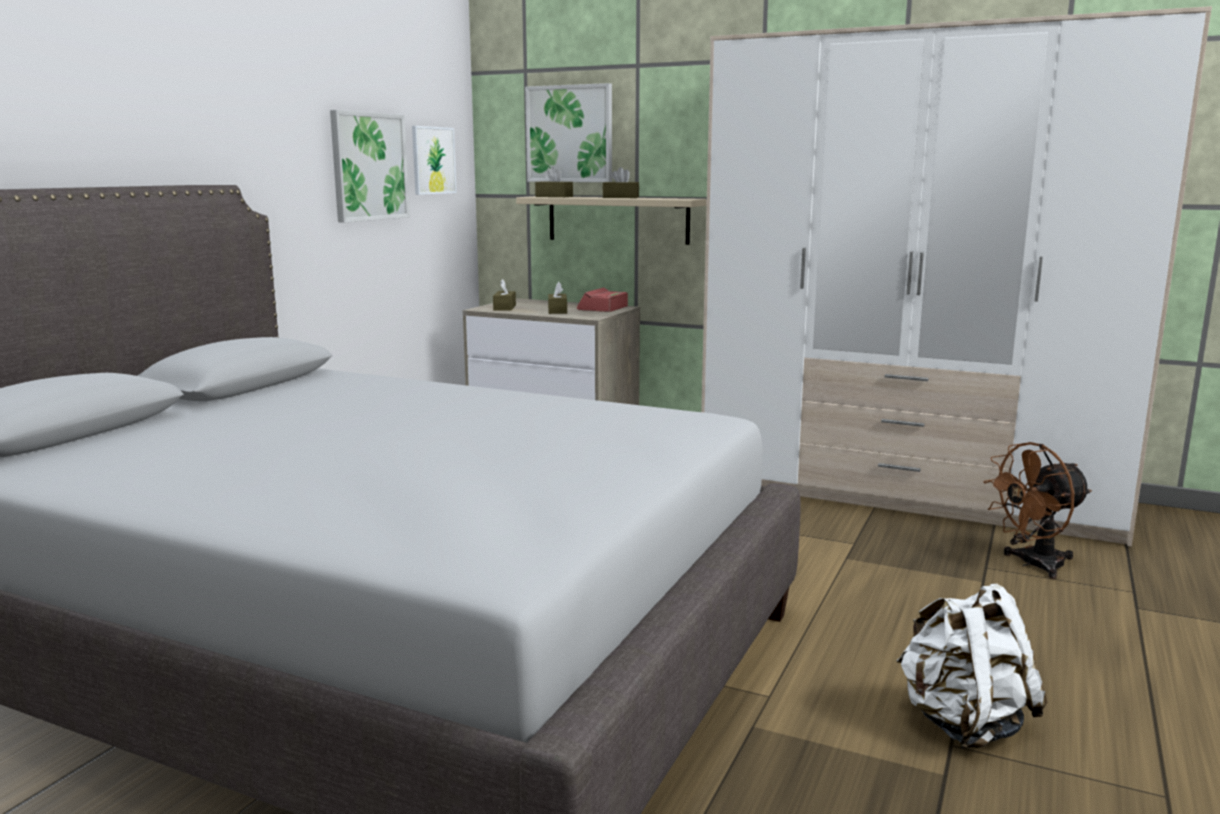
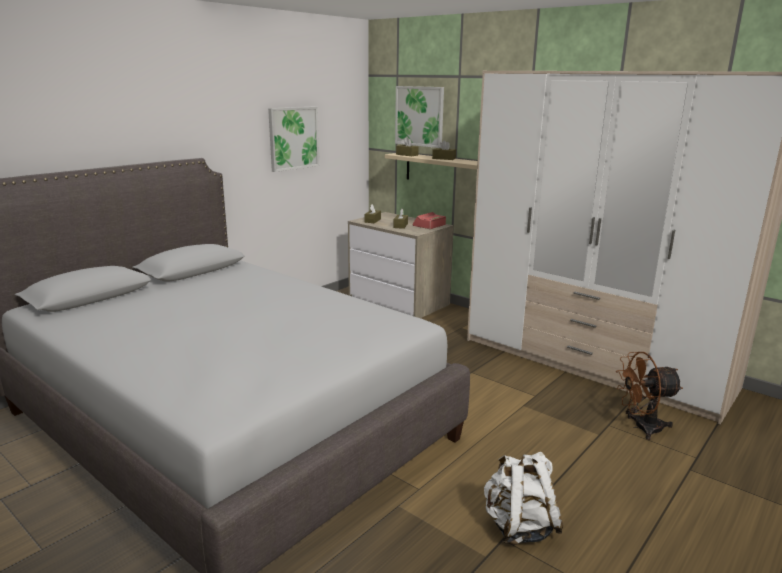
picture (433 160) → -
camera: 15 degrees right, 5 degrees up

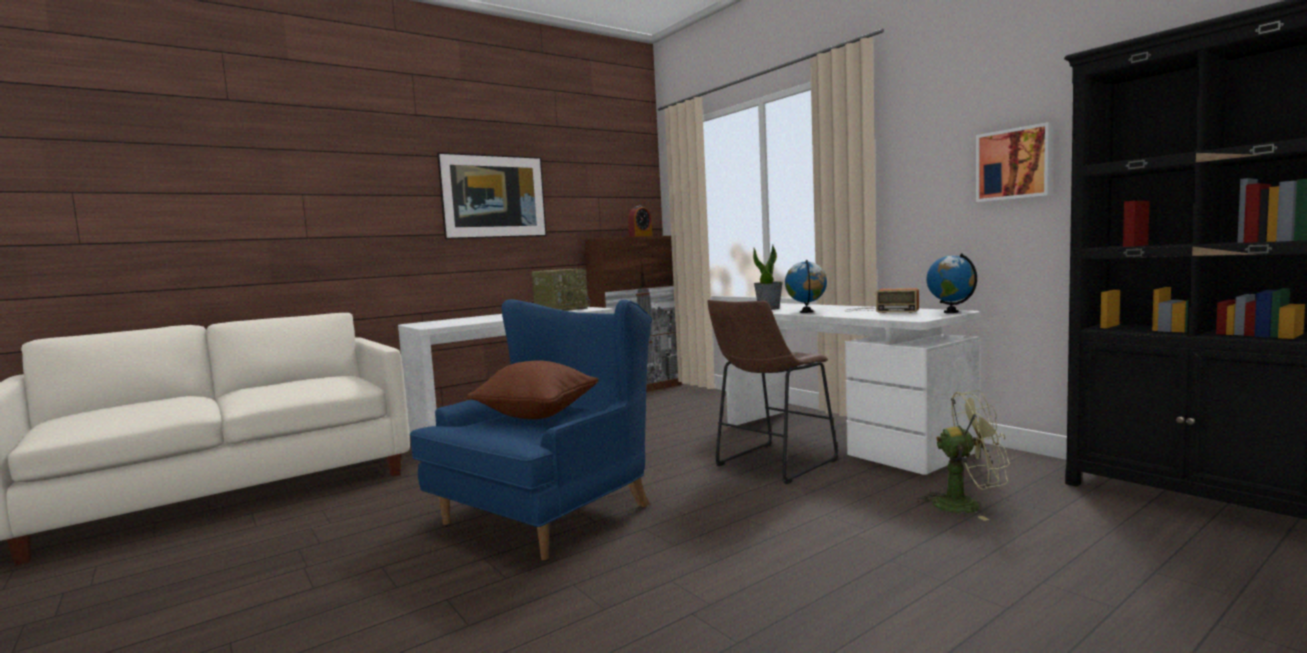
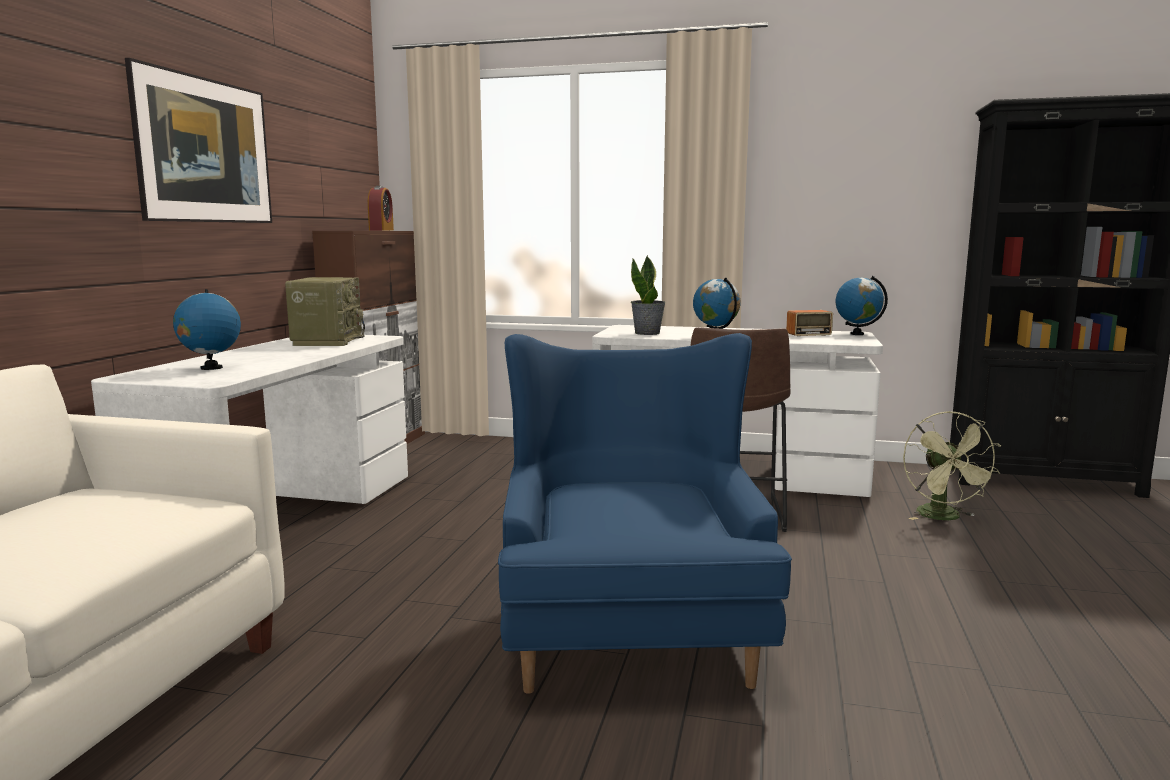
brown_pillow (537 415) → -
picture (1014 164) → -
- → globe (211 368)
green_fan (966 505) → green_fan (944 517), 120 degrees clockwise
camera: 40 degrees left, 5 degrees up

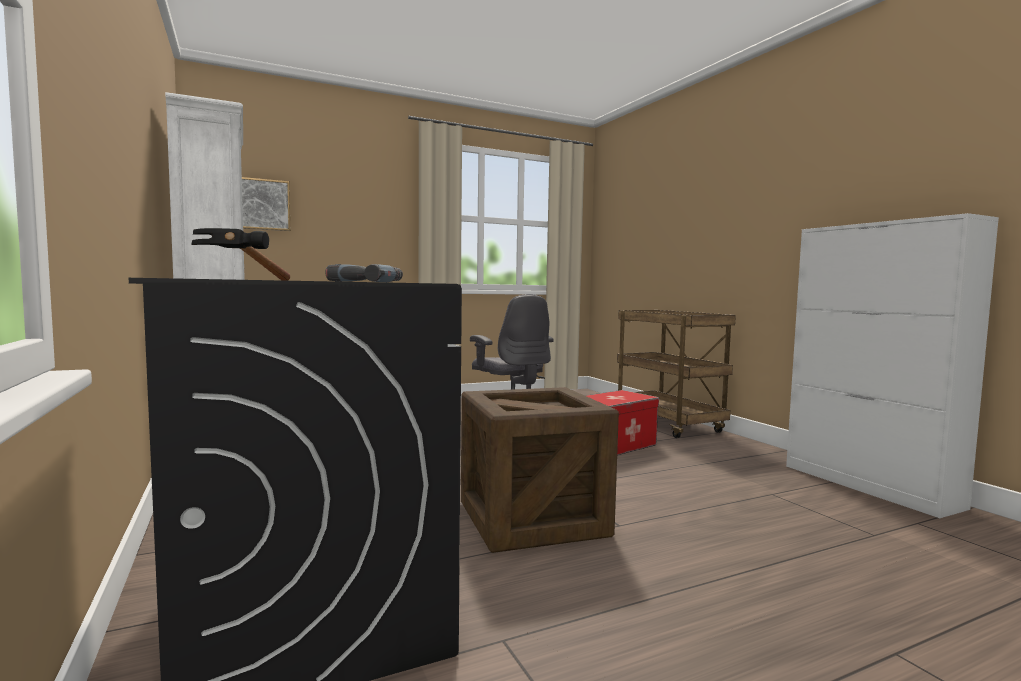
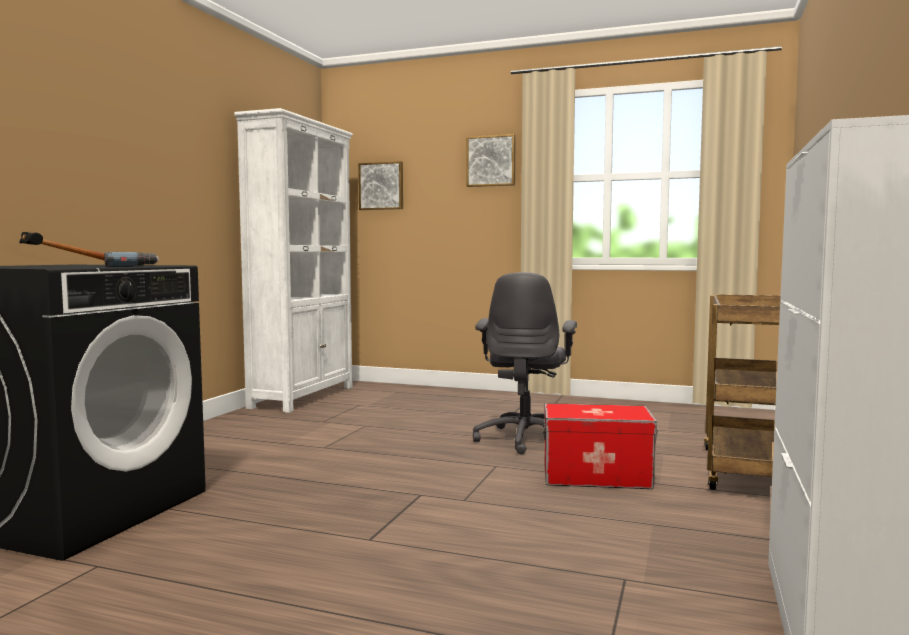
crate (532 519) → -
- → picture (491 161)
camera: 45 degrees right, 0 degrees up

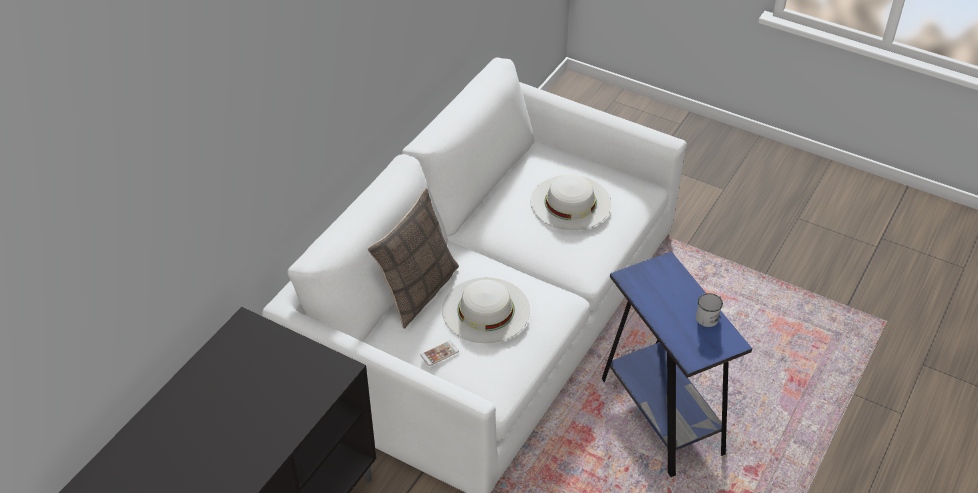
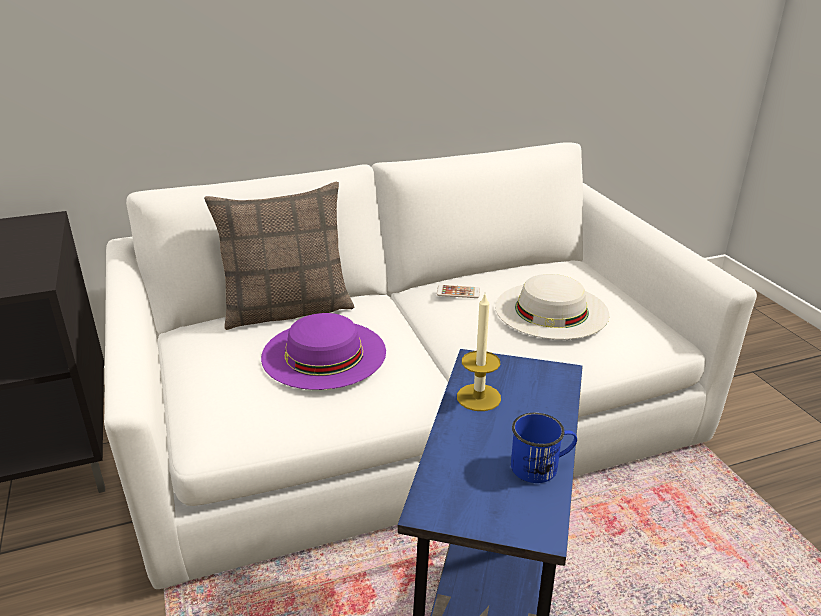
- → candle (478 397)
phone (439 353) → phone (458 292), moved
white_hat (486 310) → purple_hat (324 353)
white_mug (709 316) → blue_mug (541 466)
camera: 40 degrees right, 15 degrees down

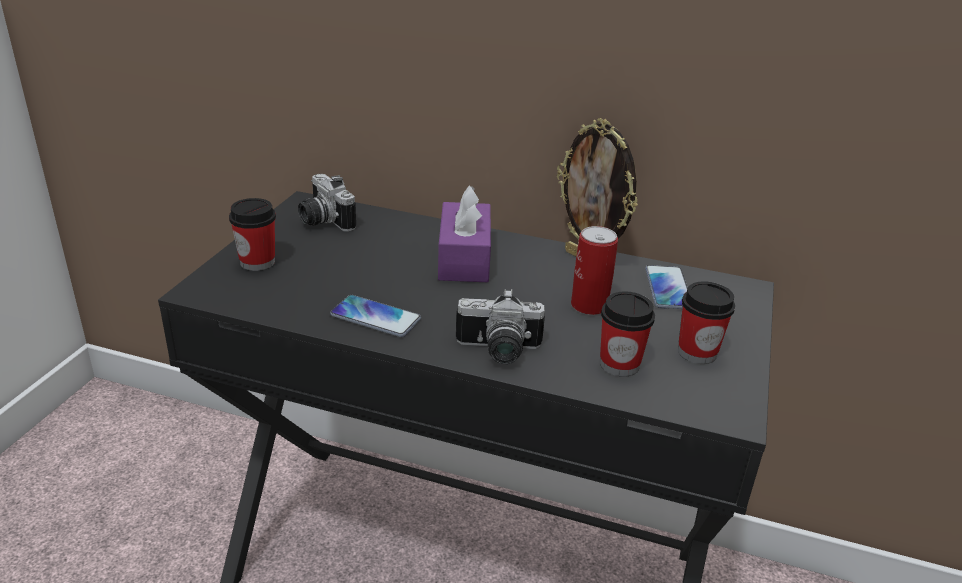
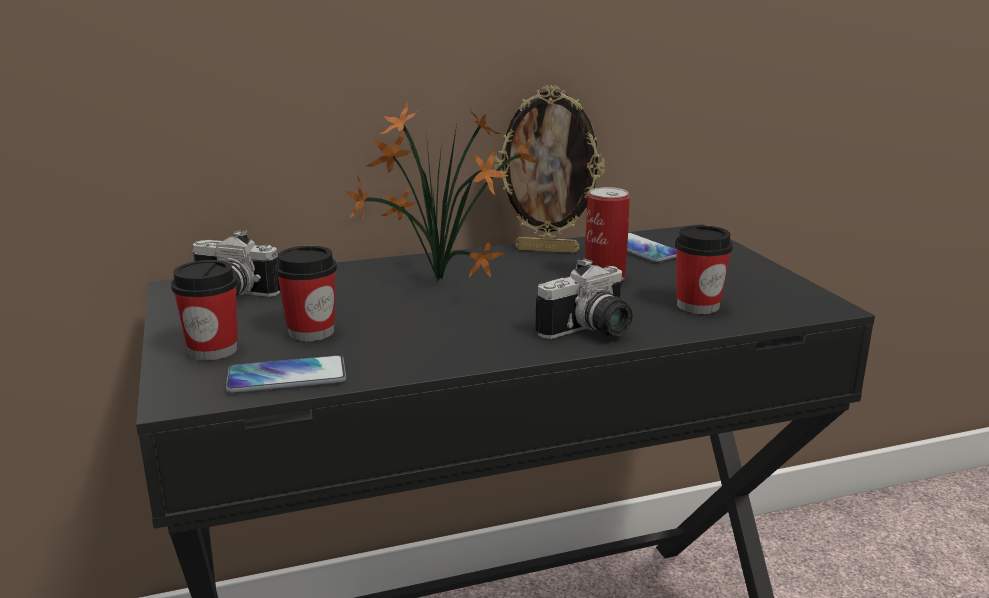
phone (375 317) → phone (287 377), moved
cup (697 352) → cup (311 332), moved
purple_tissue_box (464 258) → potted_plant (436 280)
camera: 35 degrees left, 10 degrees down

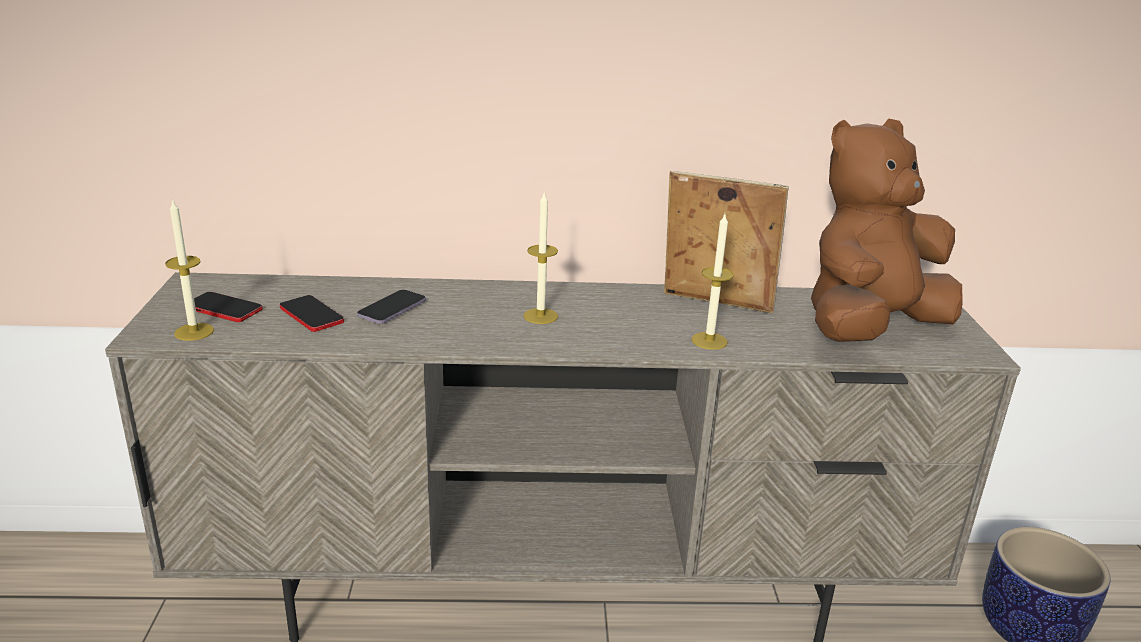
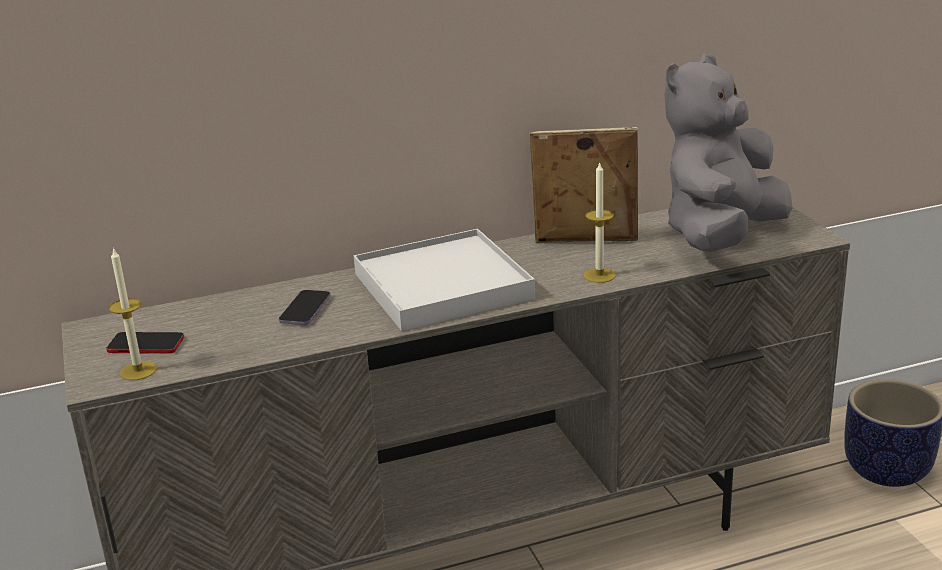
phone (311 315) → -
candle (540 316) → white_tray (443 286)
brown_plush_toy (869 329) → grey_plush_toy (721 237)
camera: 15 degrees left, 0 degrees up

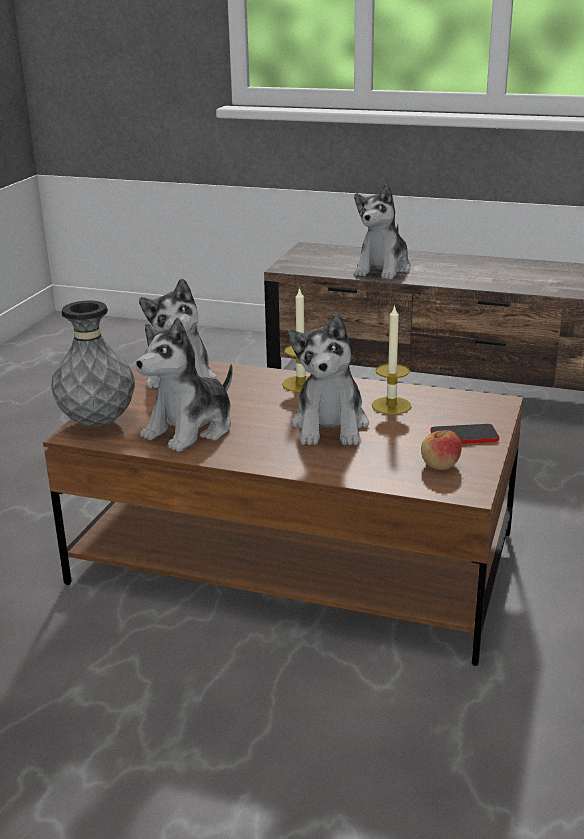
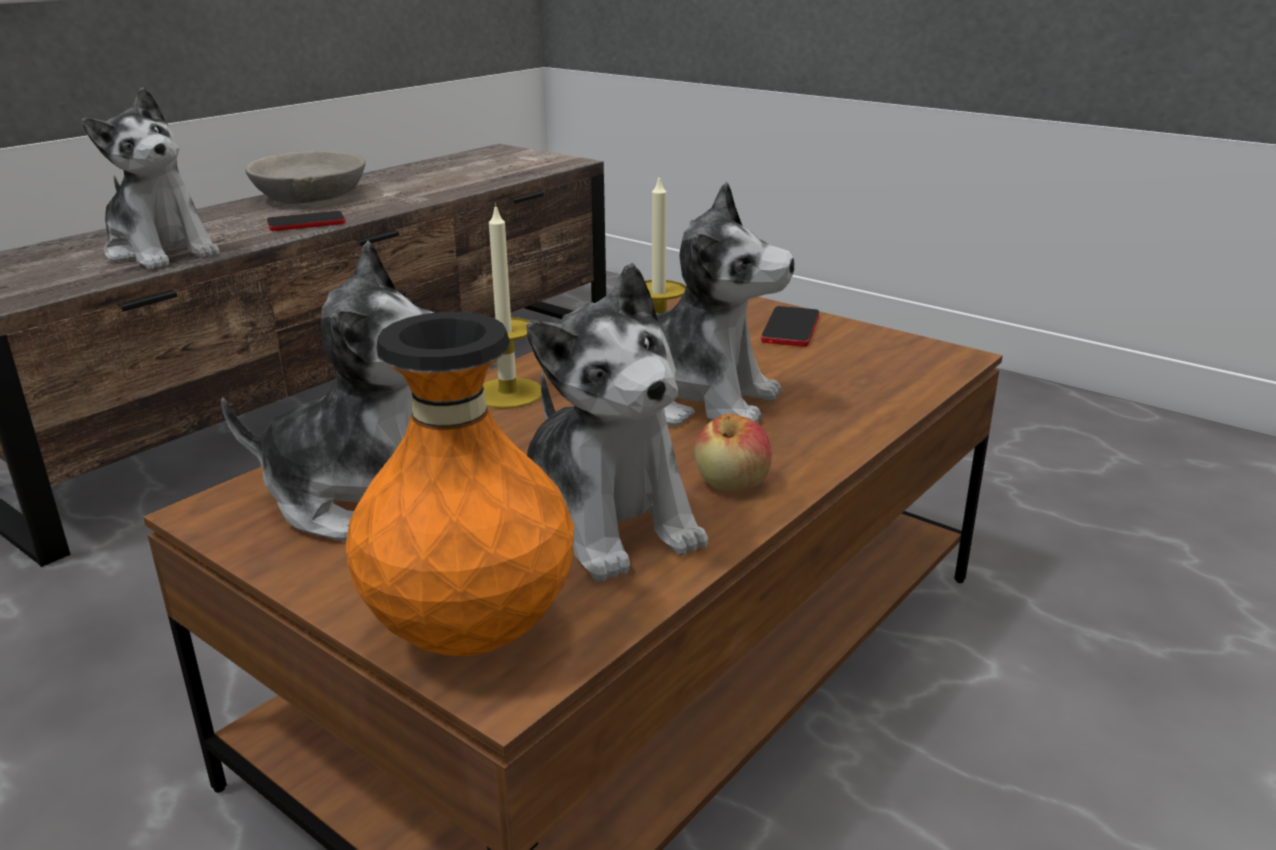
- → grey_bowl (311 197)
- → phone (306 223)
apple (440 465) → apple (732 483), moved
grey_vase (98 423) → orange_vase (470 636)
camera: 70 degrees left, 0 degrees up

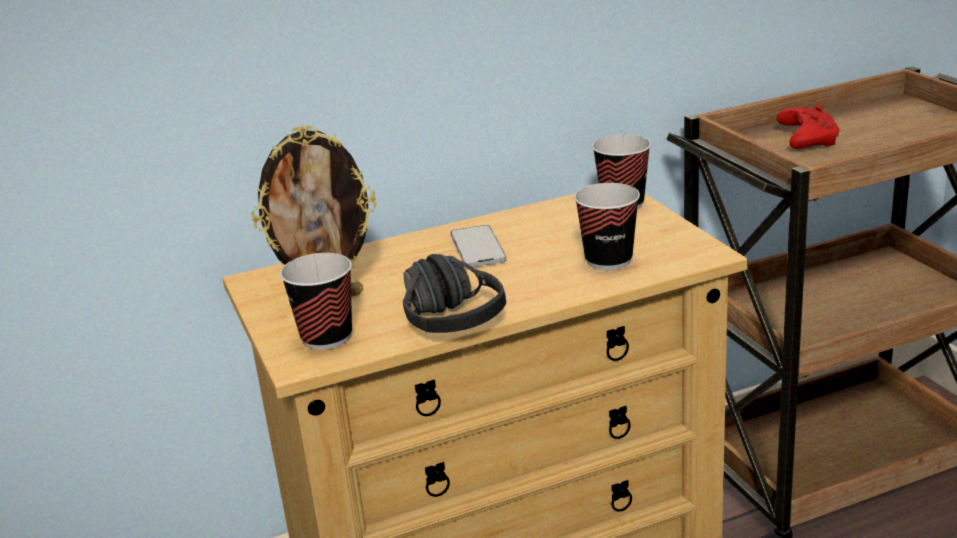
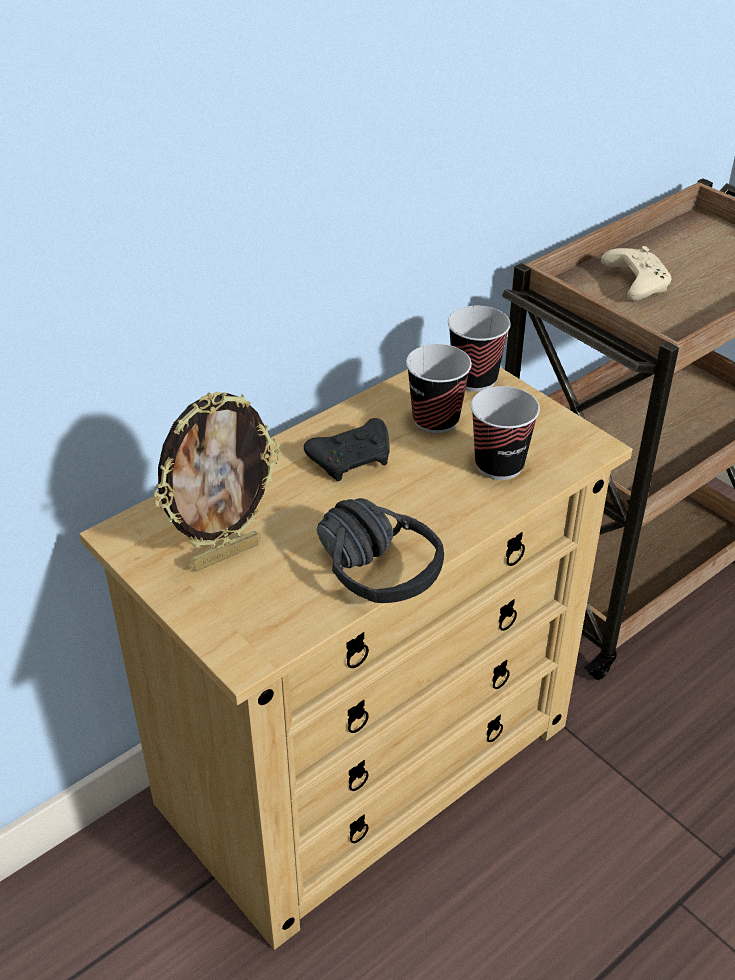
cup (326 338) → cup (435 420), moved
phone (477 248) → black_game_controller (353 459)
red_game_controller (806 139) → beige_game_controller (634 283)
camera: 20 degrees left, 15 degrees up

